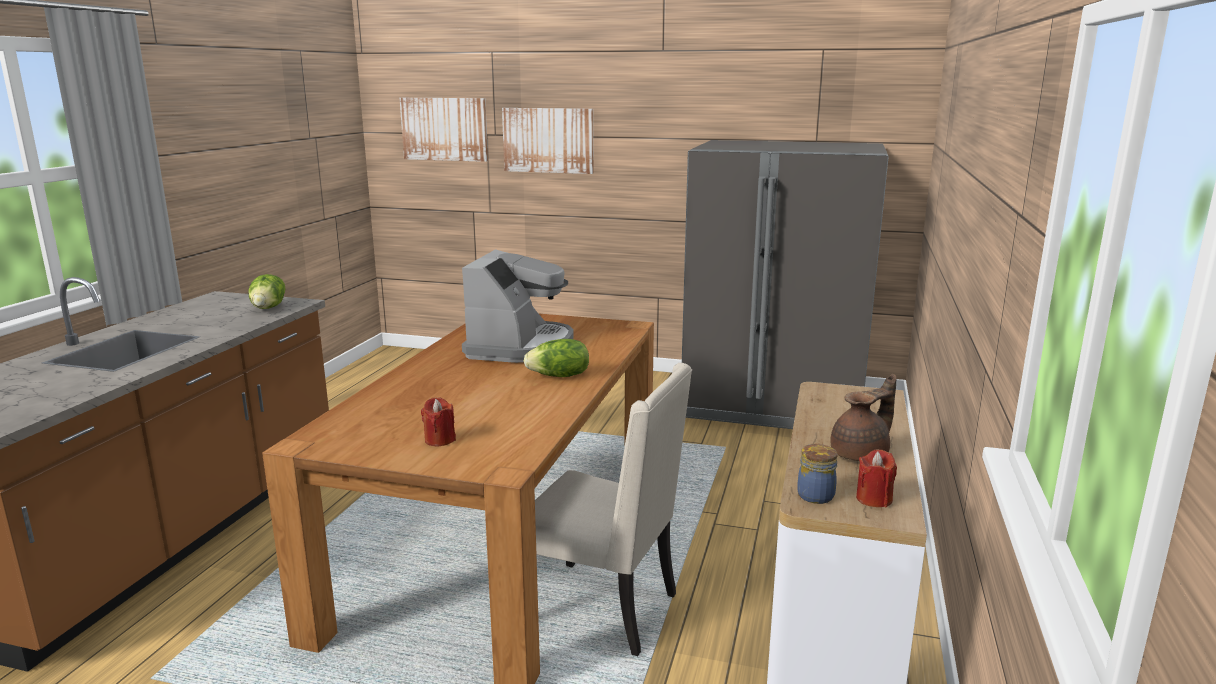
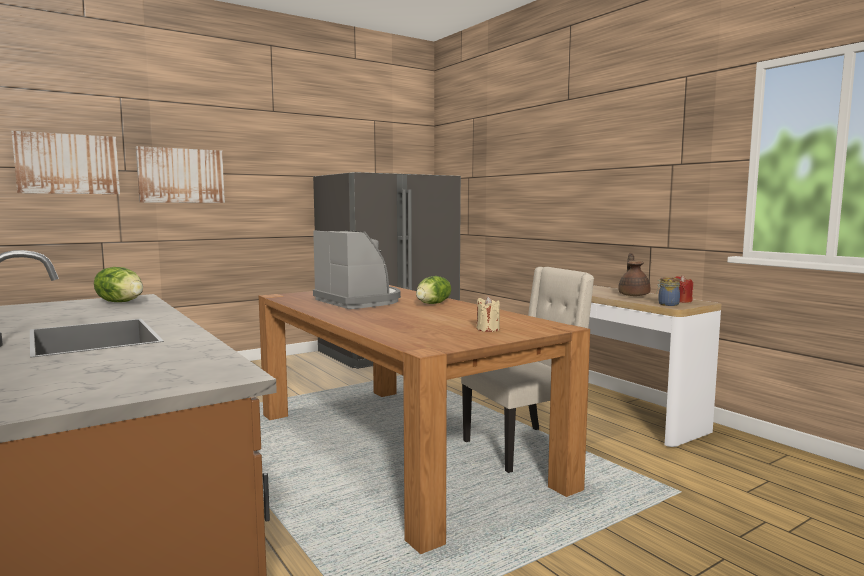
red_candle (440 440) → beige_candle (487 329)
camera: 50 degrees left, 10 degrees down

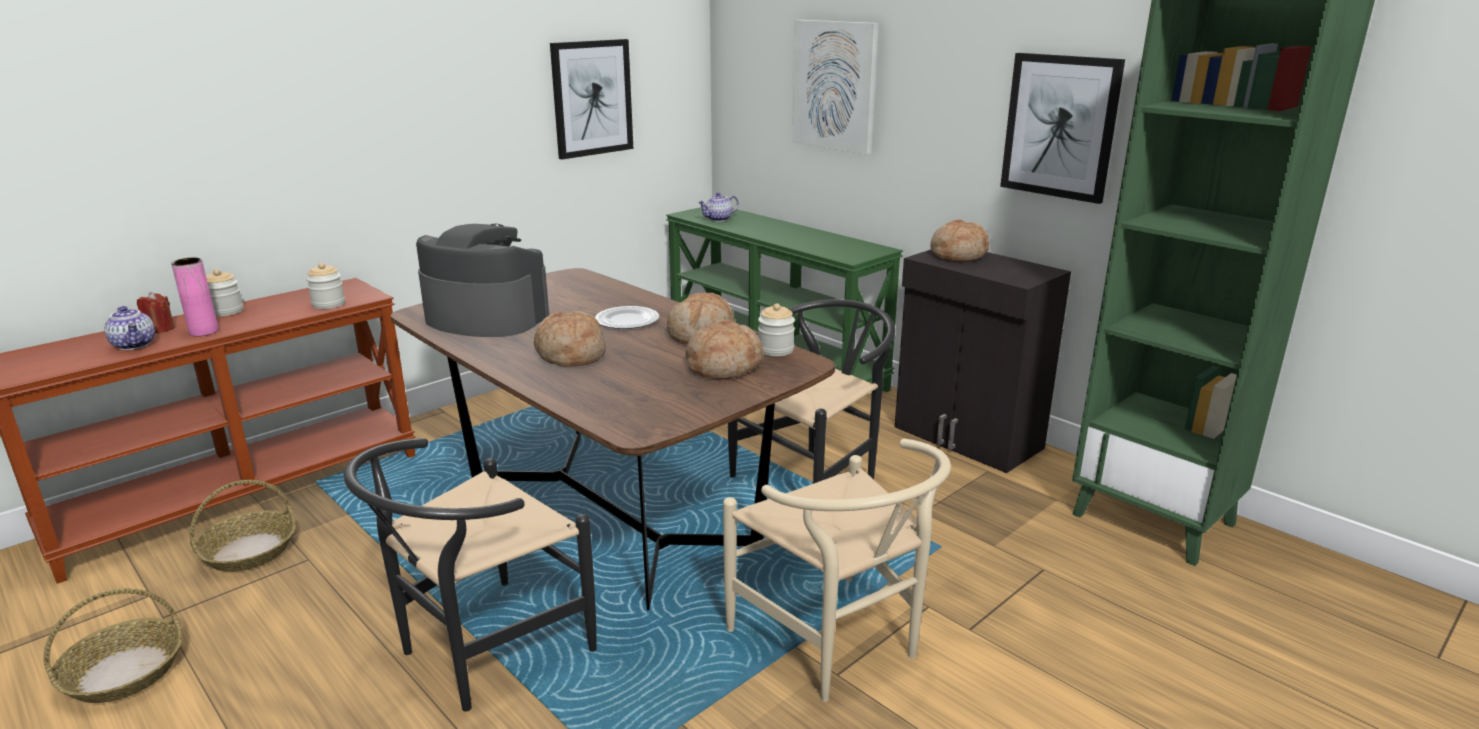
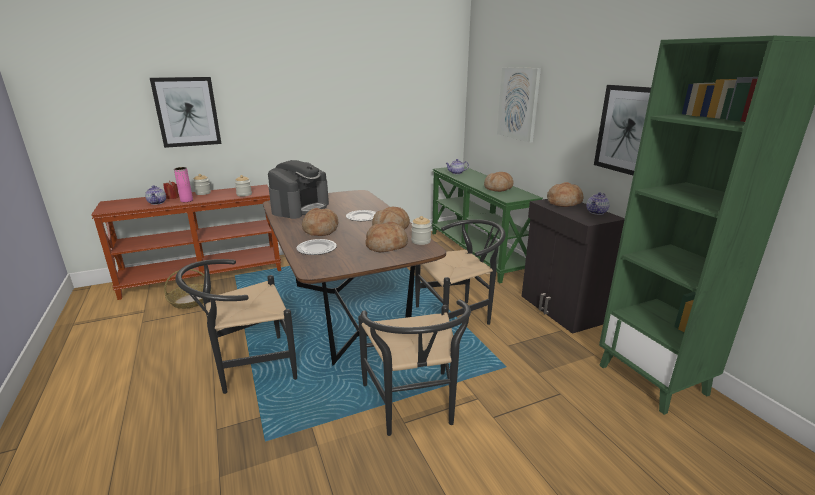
basket (123 673) → -
- → plate (316 248)
- → bread (498 188)
- → teapot (597 212)
picture (592 98) → picture (187 112), moved
beige_chair (837 647) → black_chair (413 408)
coffee_machine (485 318) → coffee_machine (300 208), 75 degrees clockwise
camera: 20 degrees right, 0 degrees up

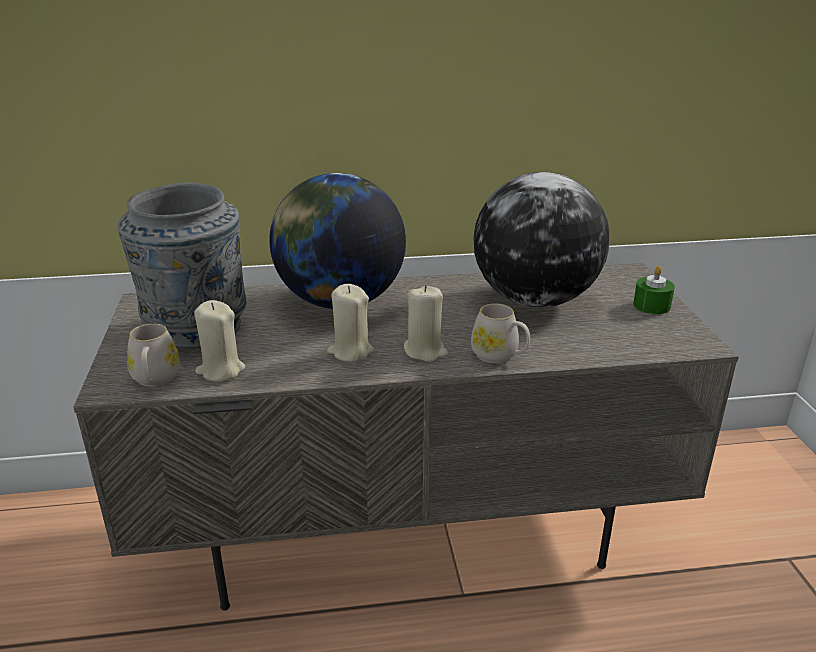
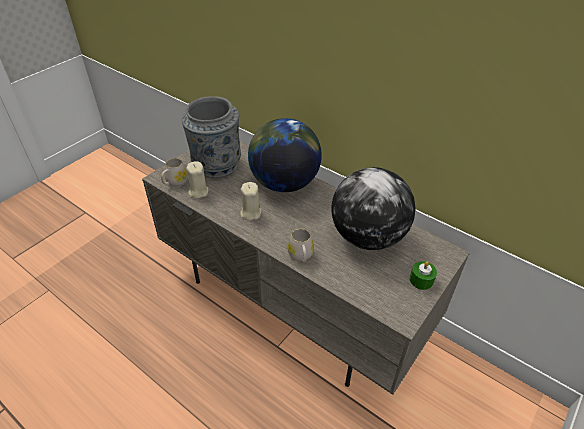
beige_candle (425 351) → -
camera: 45 degrees right, 15 degrees up

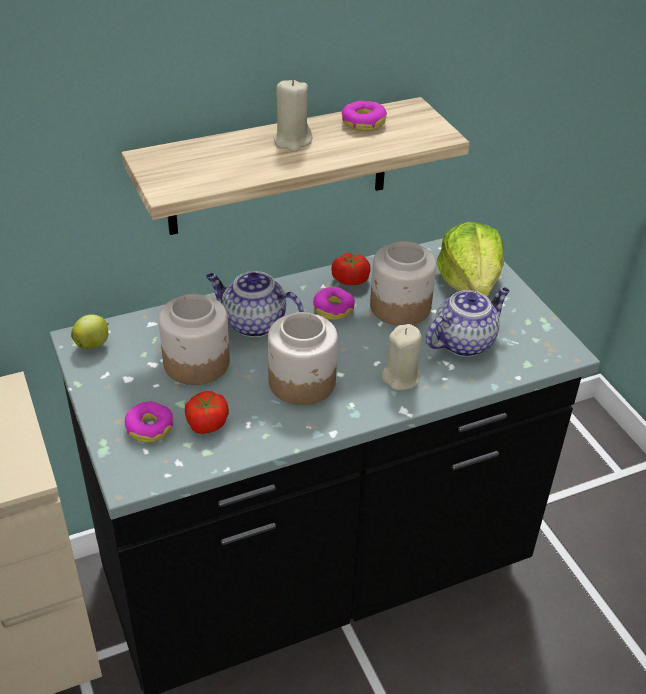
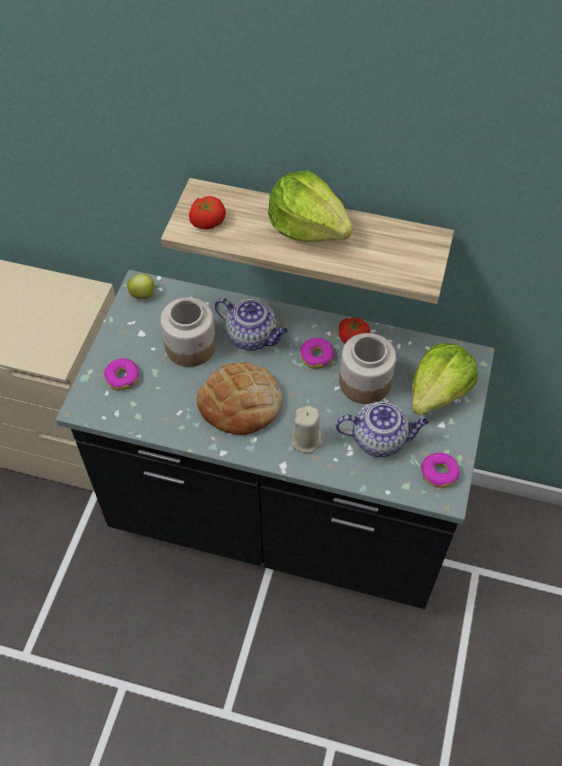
tomato (206 423) → tomato (207 221), moved
donut (363 123) → donut (439 473), moved
jar (303 382) → bread (240 402)
beige_candle (292 141) → lettuce (308 227)
teapot (253 323) → teapot (253 337), 150 degrees clockwise
camera: 40 degrees right, 15 degrees up

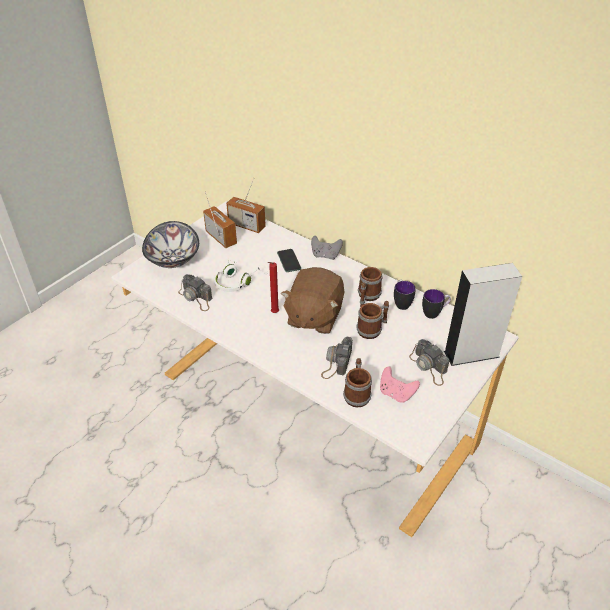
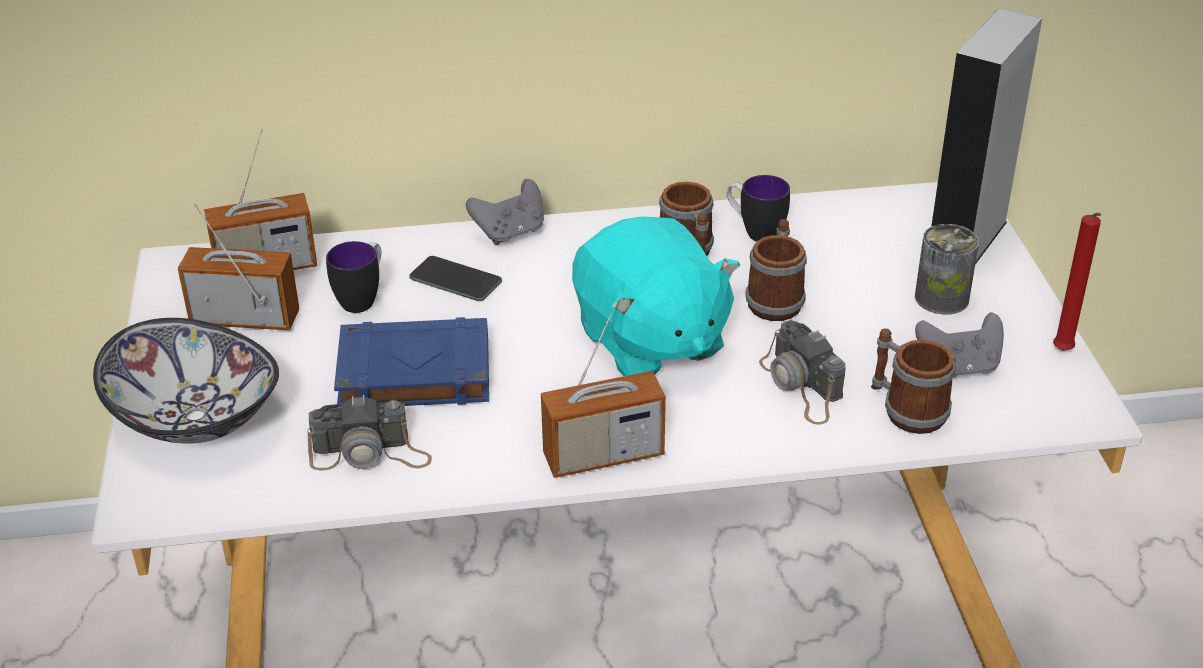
- → radio (603 456)
red_candle (273 313) → red_candle (1063 353), moved
mug (434 313) → mug (363 298), moved
white_headphones (238 282) → blue_book (412 373)
photo_camera (429 367) → can (941 298)
brown_plush_toy (313 316) → turquoise_plush_toy (649 341)
pink_game_controller (396 393) → grey_game_controller (958 367)
camera: 45 degrees left, 5 degrees down

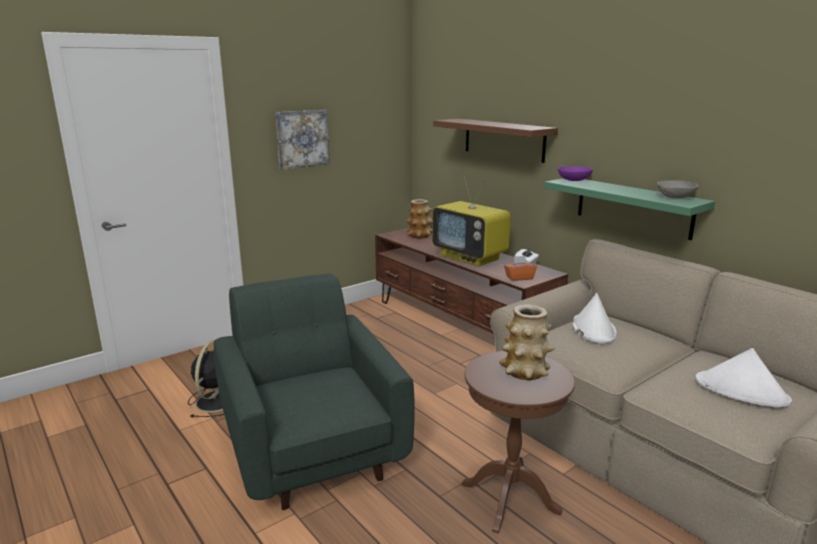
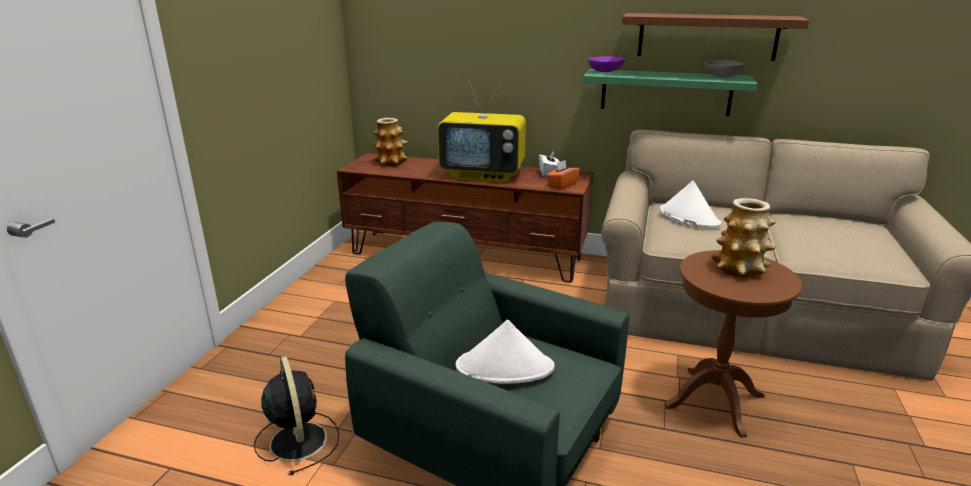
picture (302 139) → -
brown_shelf (503 139) → brown_shelf (707 36), moved
white_hat (741 391) → white_hat (505 367), moved
camera: 35 degrees left, 5 degrees up

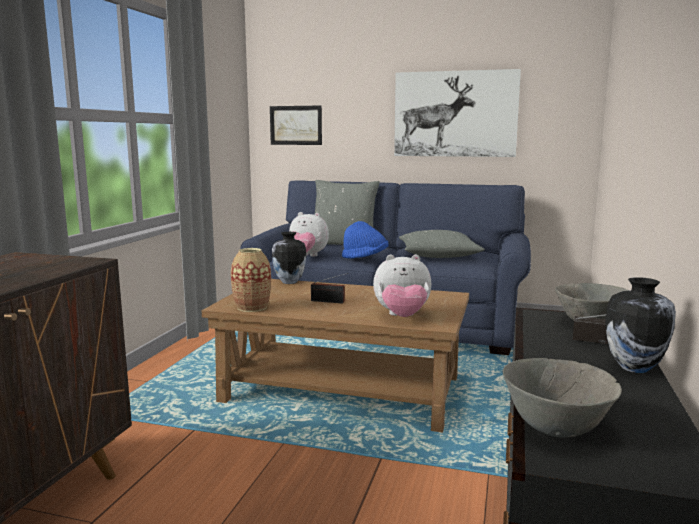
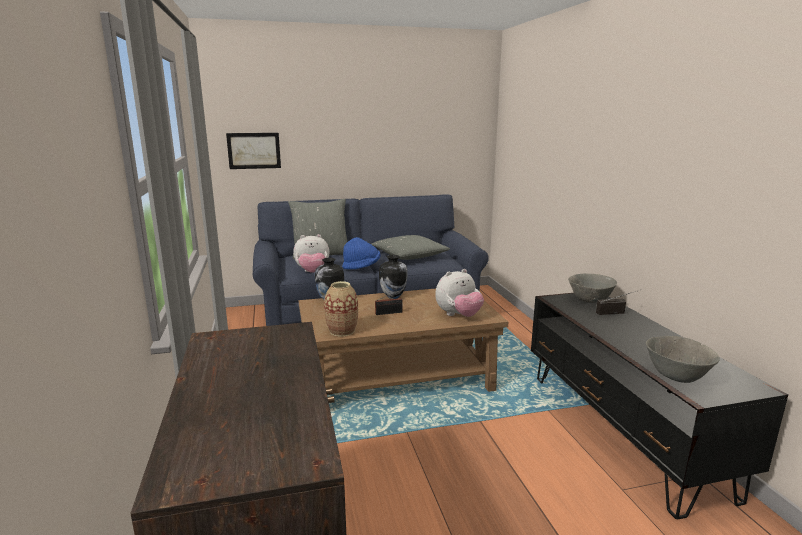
picture (455 114) → -
vase (634 367) → vase (393 296), moved
camera: 30 degrees left, 5 degrees up

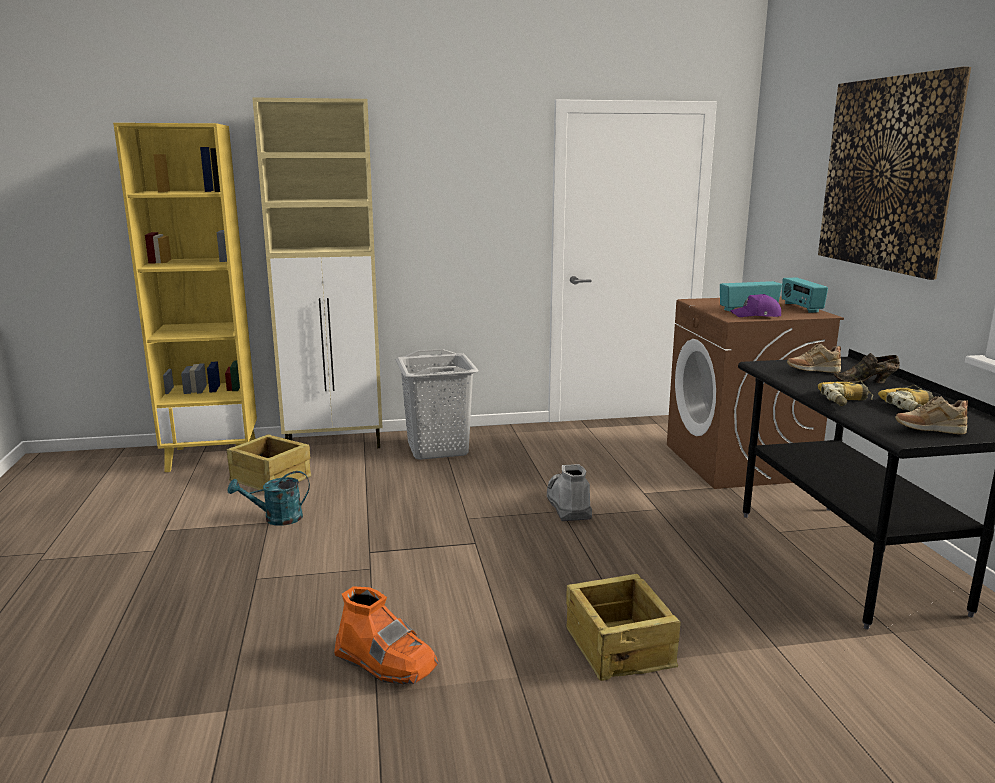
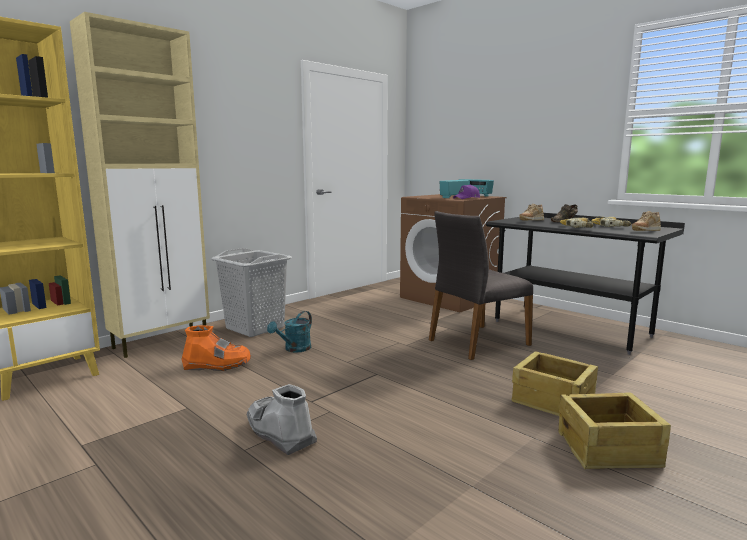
picture (886 174) → -
- → grey_chair (477 342)
crate (270 479) → crate (609 449), moved
turquoise_watering_can (276 519) → turquoise_watering_can (294 349), moved
orange_boot (386 663) → orange_boot (217 365), moved
grey_boot (568 505) → grey_boot (279 433), moved
camera: 35 degrees left, 5 degrees down

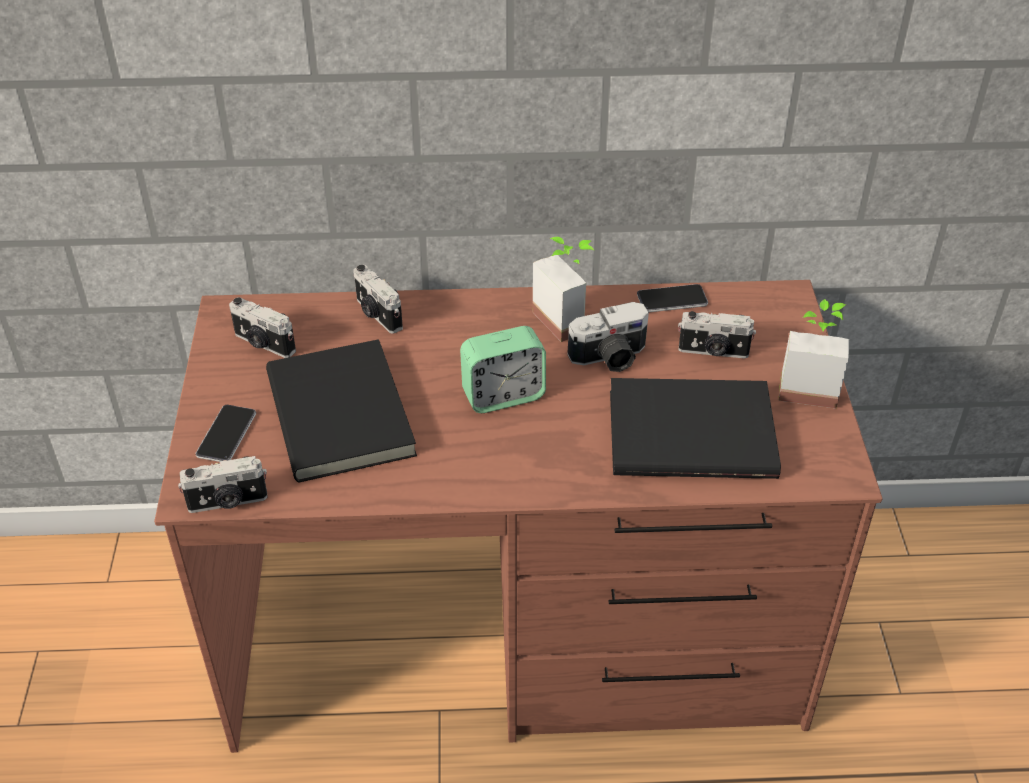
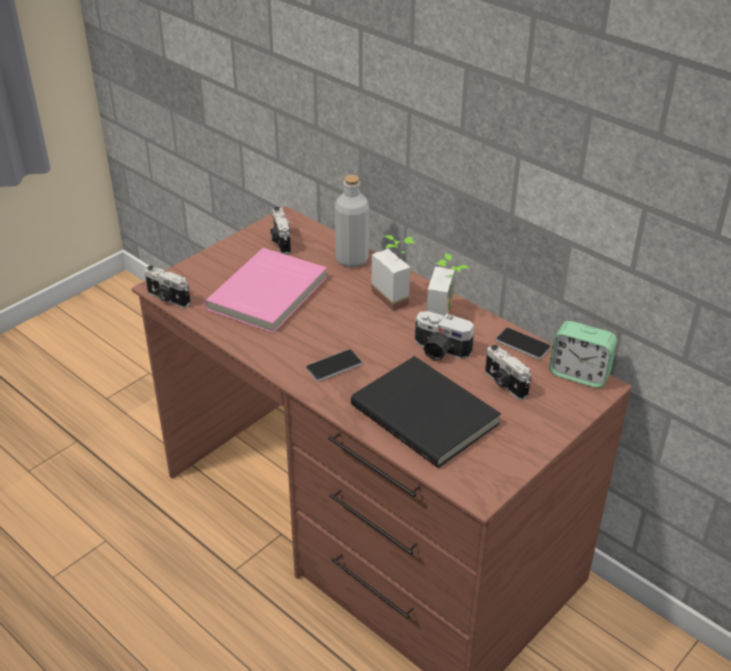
phone (226 434) → phone (334 366), moved
alarm_clock (503 395) → alarm_clock (579 374), moved
potted_plant (808 386) → potted_plant (396 295), moved
photo_camera (377 314) → grey_bottle (352 259)
black_book (343 413) → pink_book (269 294)
camera: 45 degrees right, 5 degrees down

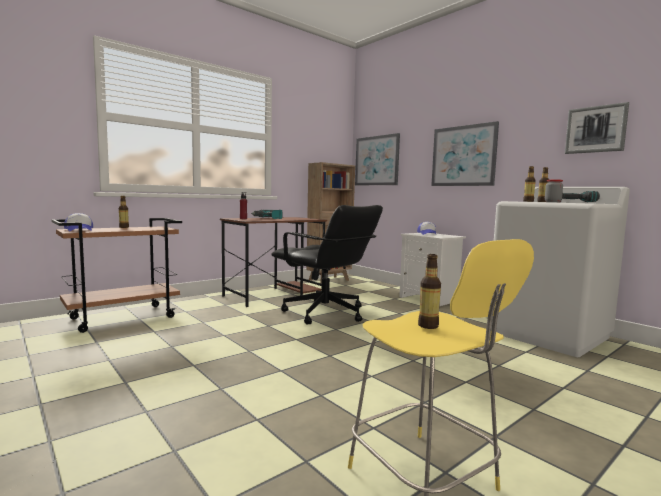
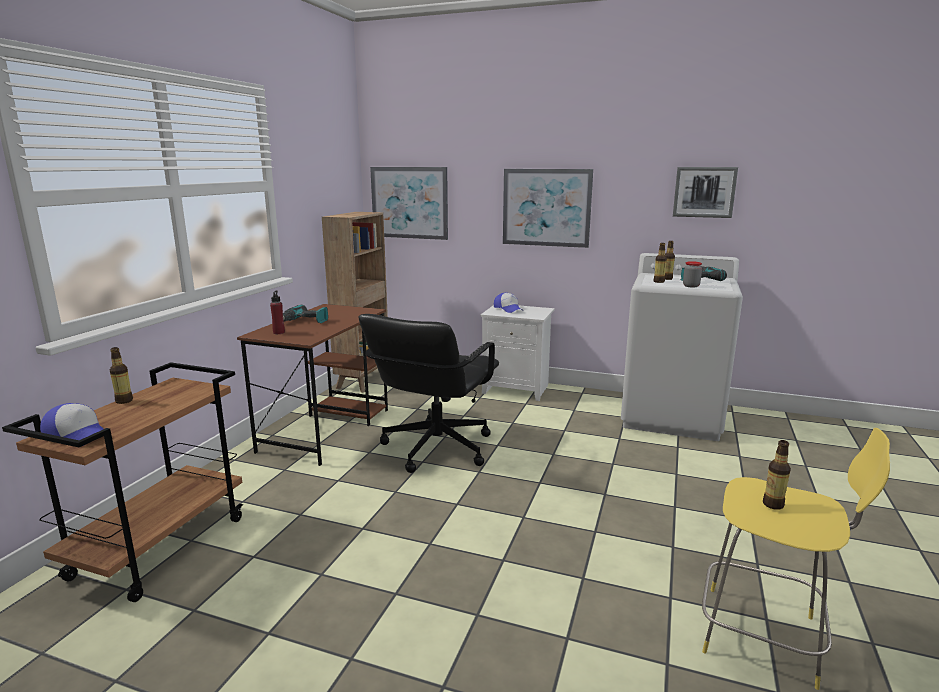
black_office_chair (325 313) → black_office_chair (435 448), 105 degrees clockwise
camera: 30 degrees left, 10 degrees up

